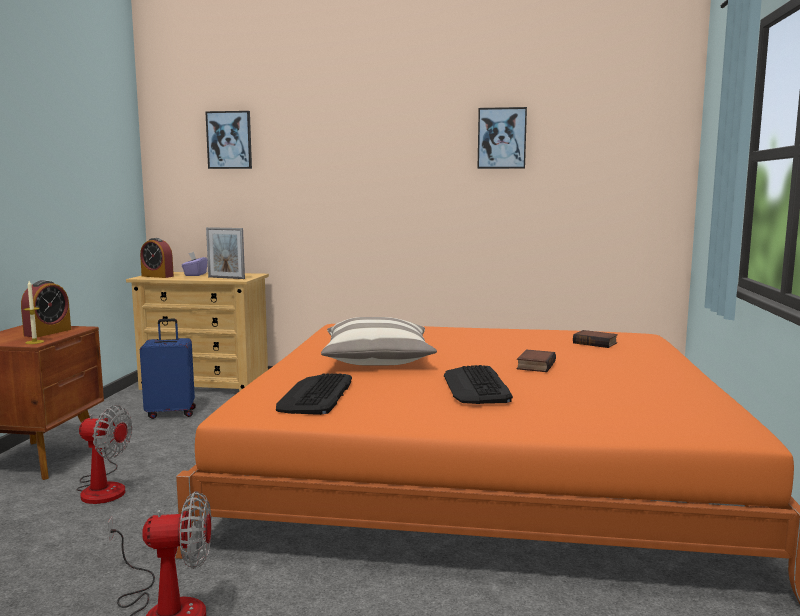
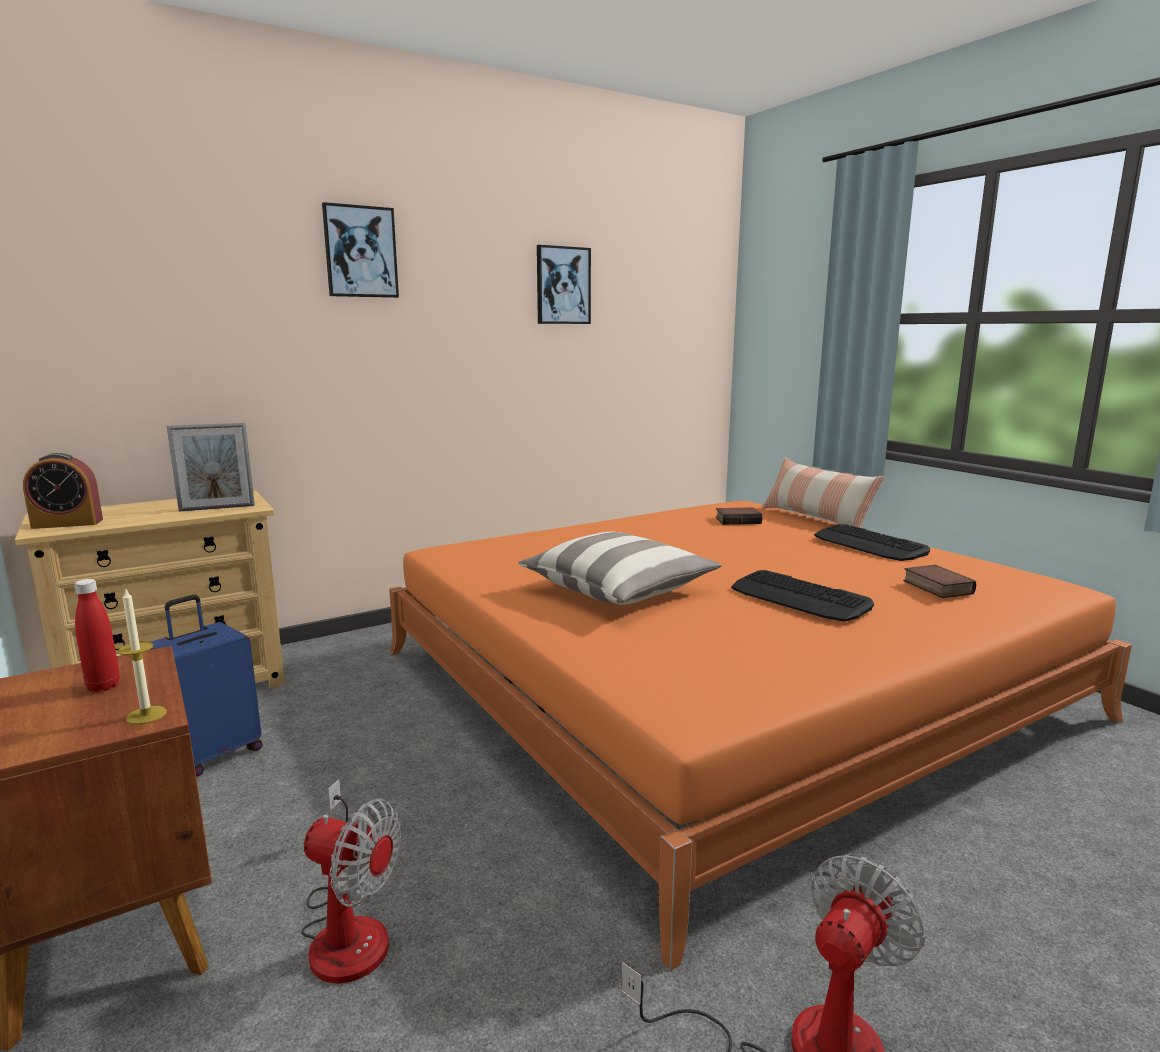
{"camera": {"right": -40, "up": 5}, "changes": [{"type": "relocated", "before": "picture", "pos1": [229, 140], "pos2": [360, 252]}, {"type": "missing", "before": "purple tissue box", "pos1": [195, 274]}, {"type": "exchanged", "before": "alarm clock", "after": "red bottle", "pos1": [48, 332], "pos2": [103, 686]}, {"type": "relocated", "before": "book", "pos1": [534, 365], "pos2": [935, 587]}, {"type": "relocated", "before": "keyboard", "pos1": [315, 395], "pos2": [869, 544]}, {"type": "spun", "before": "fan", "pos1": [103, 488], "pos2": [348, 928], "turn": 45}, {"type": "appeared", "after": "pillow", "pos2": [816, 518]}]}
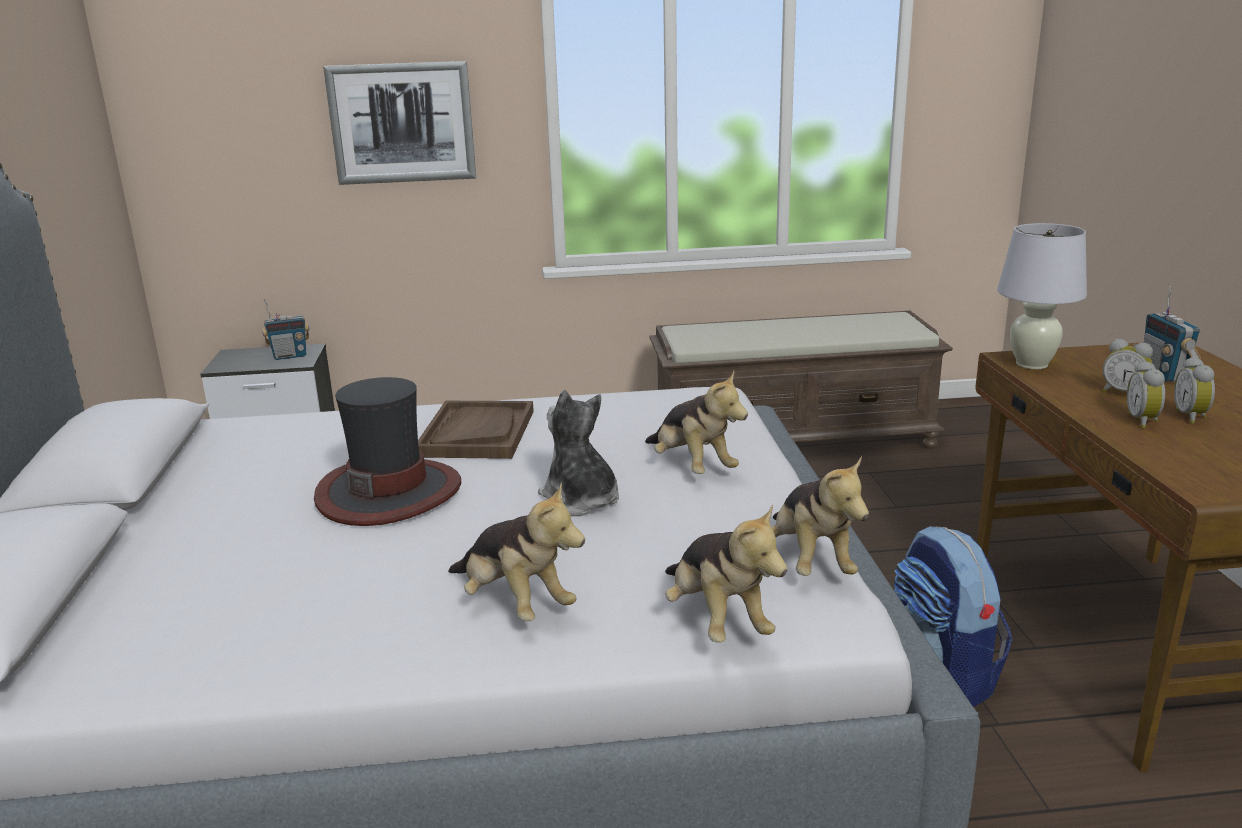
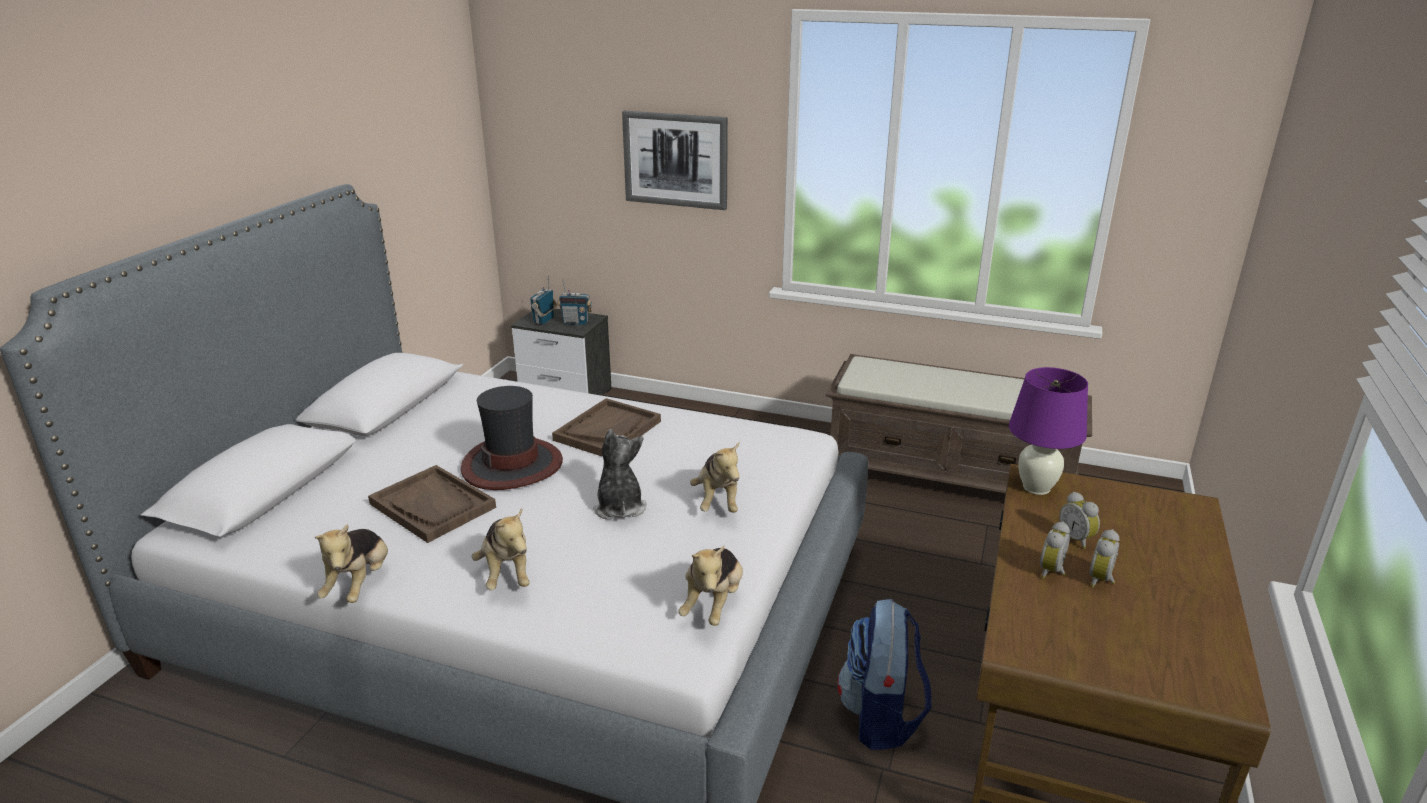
{"camera": {"right": 25, "up": 5}, "changes": [{"type": "colour", "before": "white table lamp", "after": "purple table lamp", "pos1": [1032, 364], "pos2": [1036, 488]}, {"type": "relocated", "before": "radio", "pos1": [1164, 375], "pos2": [544, 320]}, {"type": "relocated", "before": "plush toy", "pos1": [717, 620], "pos2": [360, 584]}, {"type": "appeared", "after": "brown tray", "pos2": [433, 506]}]}
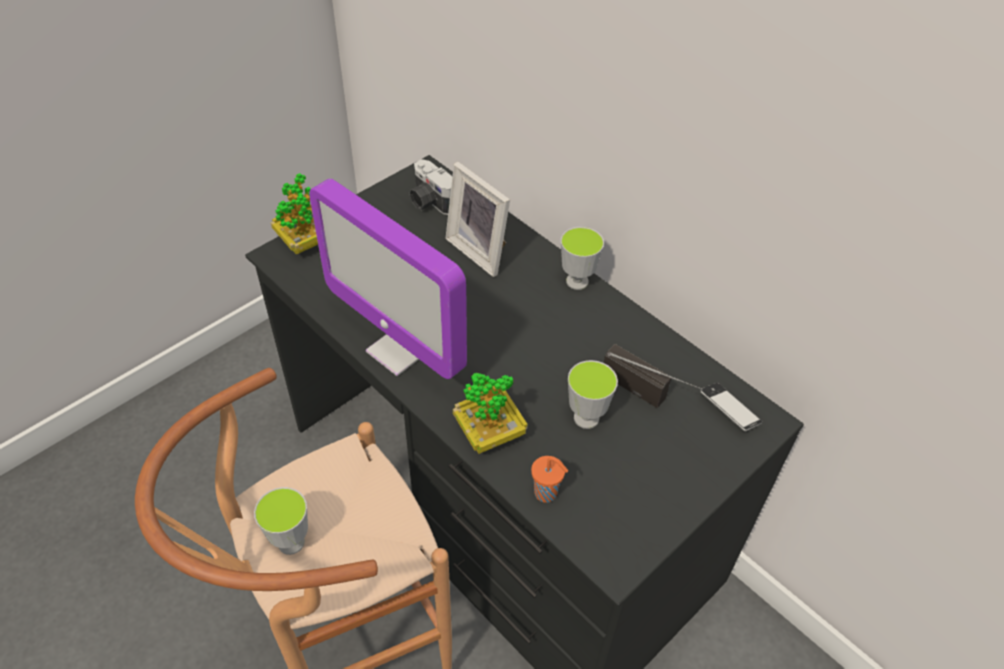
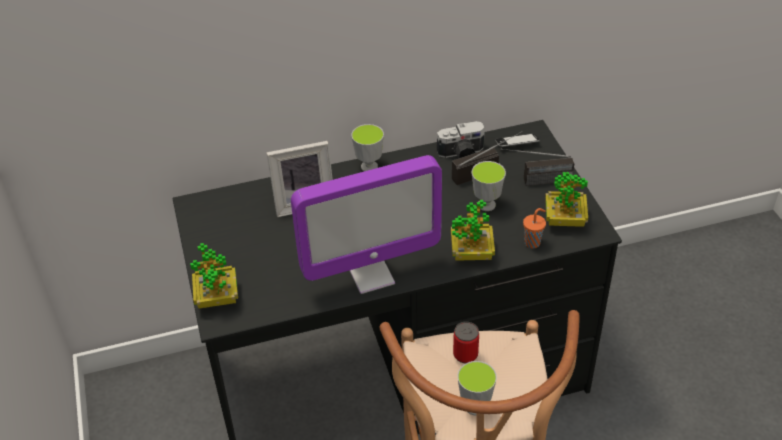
{"camera": {"right": -60, "up": -5}, "changes": [{"type": "relocated", "before": "photo camera", "pos1": [430, 202], "pos2": [462, 154]}, {"type": "appeared", "after": "radio", "pos2": [535, 182]}, {"type": "appeared", "after": "potted plant", "pos2": [564, 220]}, {"type": "appeared", "after": "can", "pos2": [465, 354]}]}
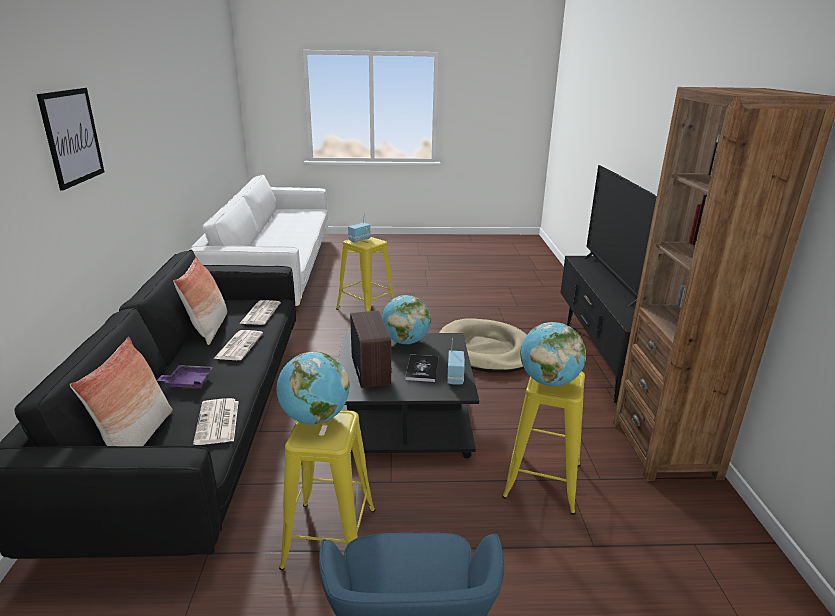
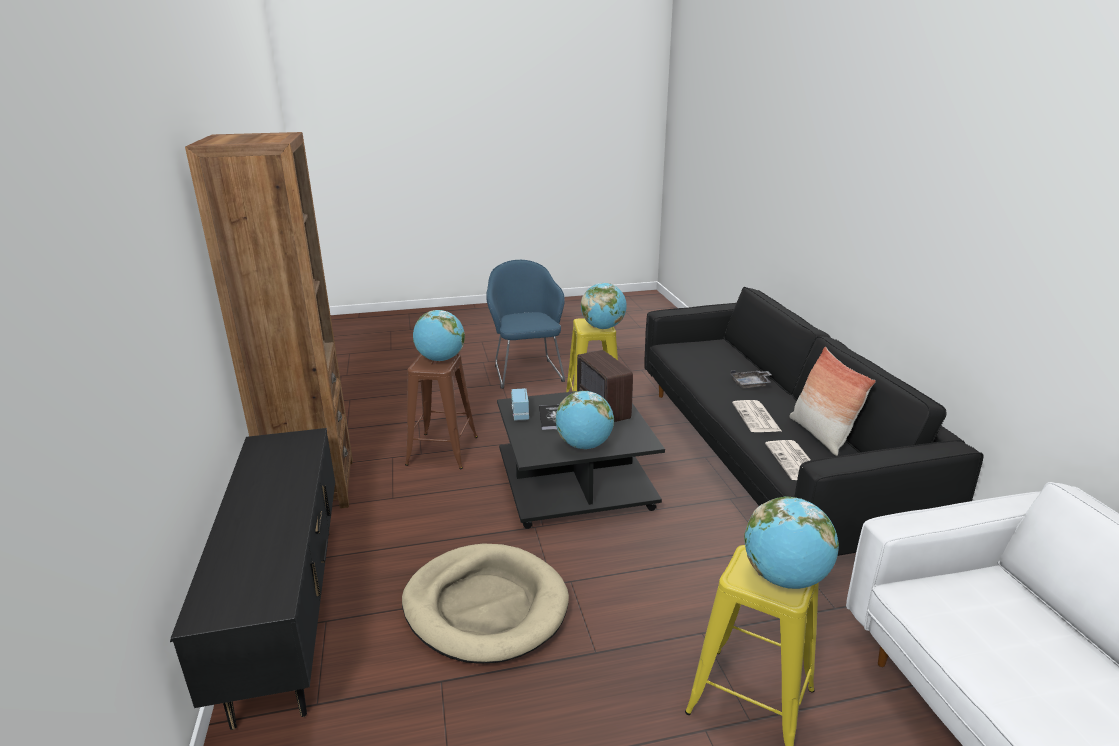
{"camera": {"right": 170, "up": 0}, "changes": [{"type": "missing", "before": "picture", "pos1": [72, 137]}, {"type": "missing", "before": "television", "pos1": [612, 279]}, {"type": "exchanged", "before": "radio", "after": "globe", "pos1": [359, 240], "pos2": [785, 578]}, {"type": "missing", "before": "pillow", "pos1": [138, 438]}, {"type": "colour", "before": "purple tray", "after": "grey tray", "pos1": [188, 382], "pos2": [751, 384]}, {"type": "colour", "before": "yellow stool", "after": "brown stool", "pos1": [542, 480], "pos2": [442, 450]}, {"type": "missing", "before": "newspaper", "pos1": [218, 422]}]}
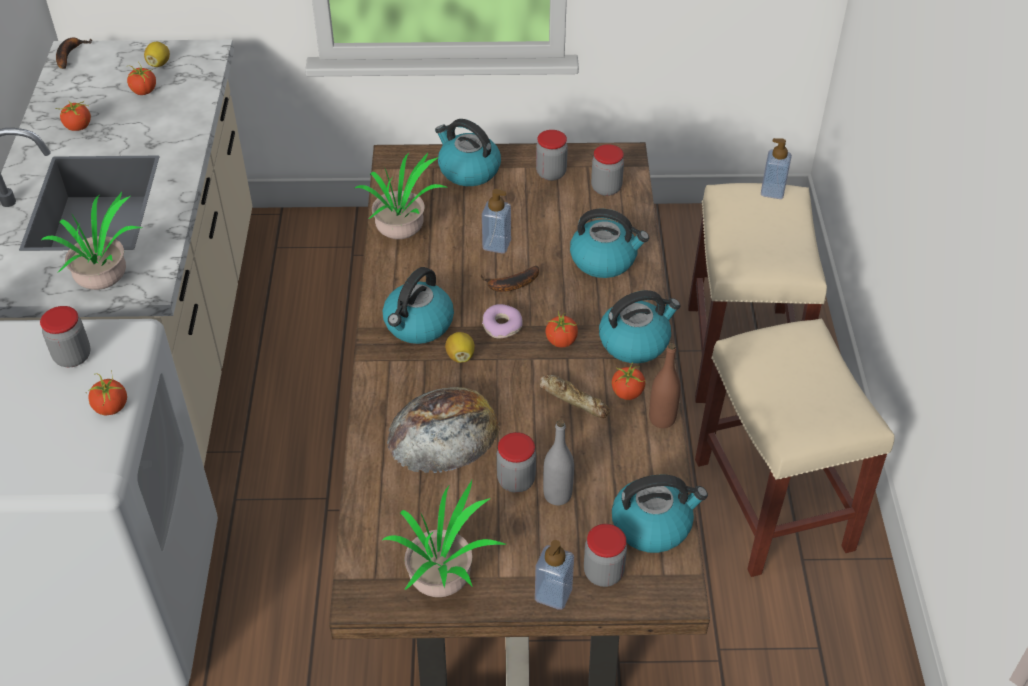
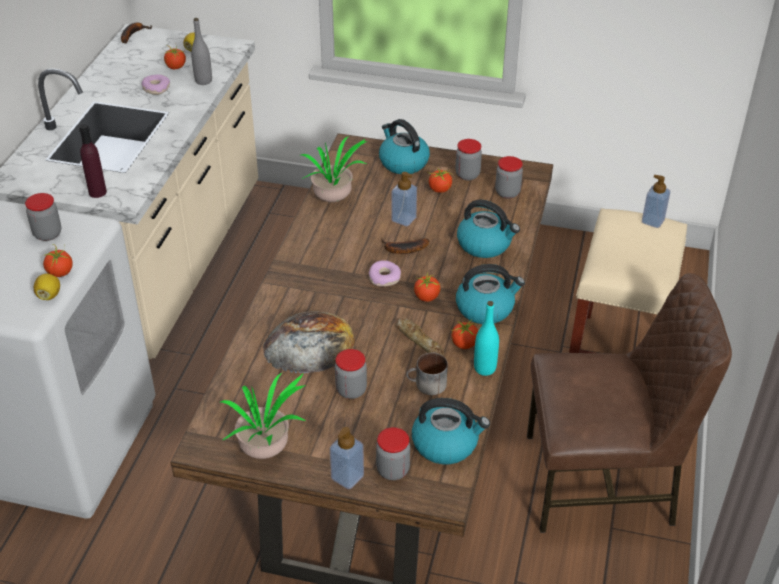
{"camera": {"right": 15, "up": -5}, "changes": [{"type": "relocated", "before": "tomato", "pos1": [78, 127], "pos2": [439, 189]}, {"type": "exchanged", "before": "potted plant", "after": "purple bottle", "pos1": [108, 282], "pos2": [97, 192]}, {"type": "missing", "before": "kettle", "pos1": [418, 325]}, {"type": "exchanged", "before": "beige stool", "after": "brown chair", "pos1": [774, 506], "pos2": [602, 481]}, {"type": "relocated", "before": "lemon", "pos1": [460, 356], "pos2": [49, 295]}, {"type": "colour", "before": "brown bottle", "after": "turquoise bottle", "pos1": [662, 419], "pos2": [485, 368]}, {"type": "relocated", "before": "grey bottle", "pos1": [557, 495], "pos2": [203, 81]}, {"type": "appeared", "after": "donut", "pos2": [156, 88]}, {"type": "appeared", "after": "mug", "pos2": [427, 385]}]}
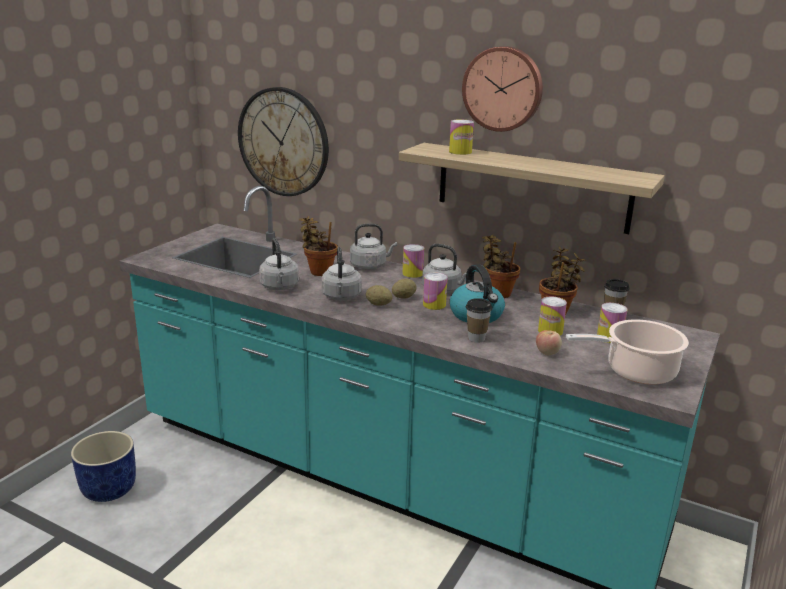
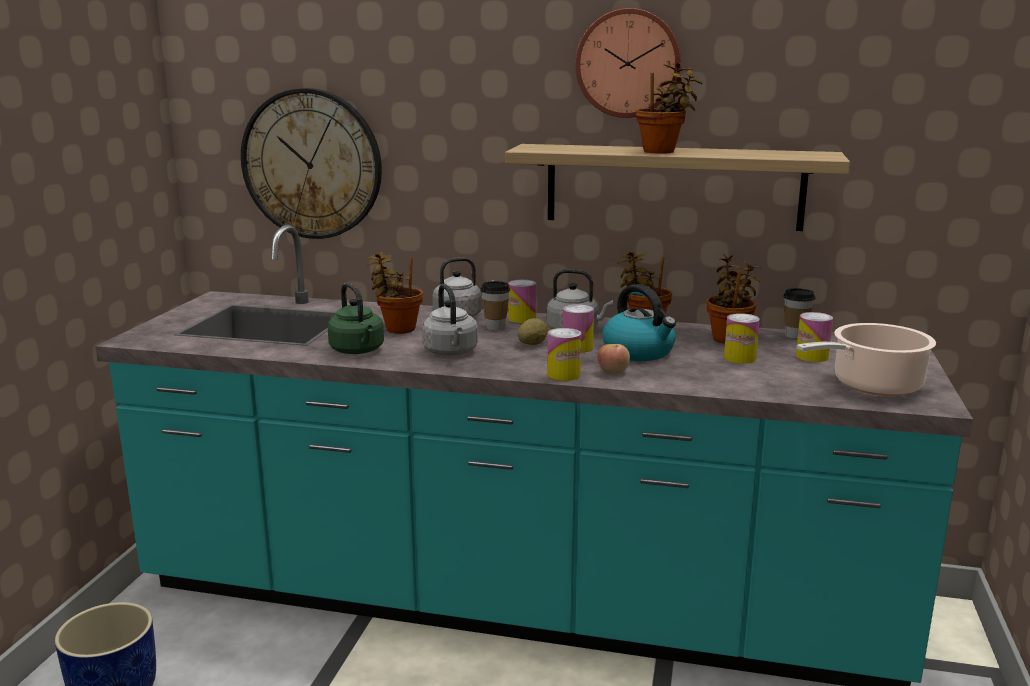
{"camera": {"right": -15, "up": -5}, "changes": [{"type": "relocated", "before": "can", "pos1": [460, 152], "pos2": [563, 375]}, {"type": "colour", "before": "grey kettle", "after": "green kettle", "pos1": [280, 287], "pos2": [358, 351]}, {"type": "missing", "before": "potato", "pos1": [378, 304]}, {"type": "relocated", "before": "cup", "pos1": [476, 338], "pos2": [495, 327]}, {"type": "relocated", "before": "apple", "pos1": [547, 352], "pos2": [613, 372]}, {"type": "appeared", "after": "potted plant", "pos2": [663, 151]}]}
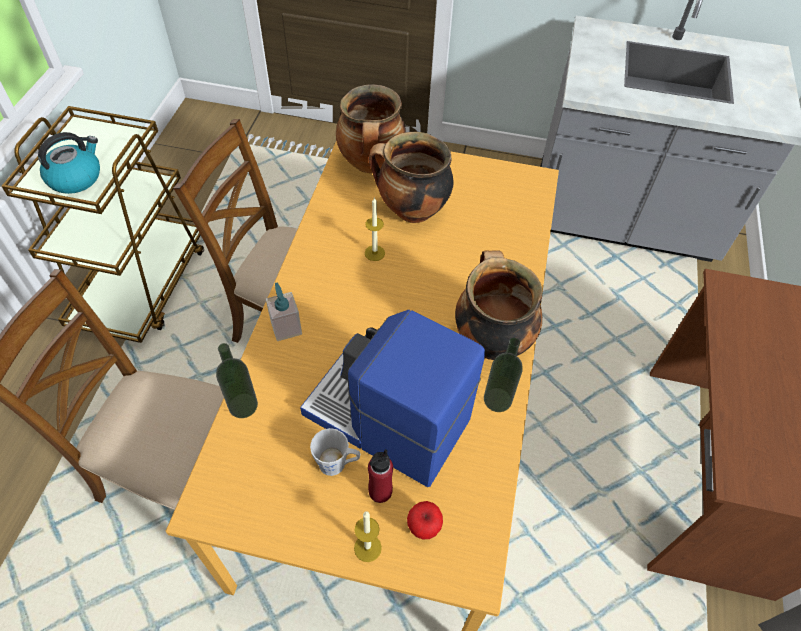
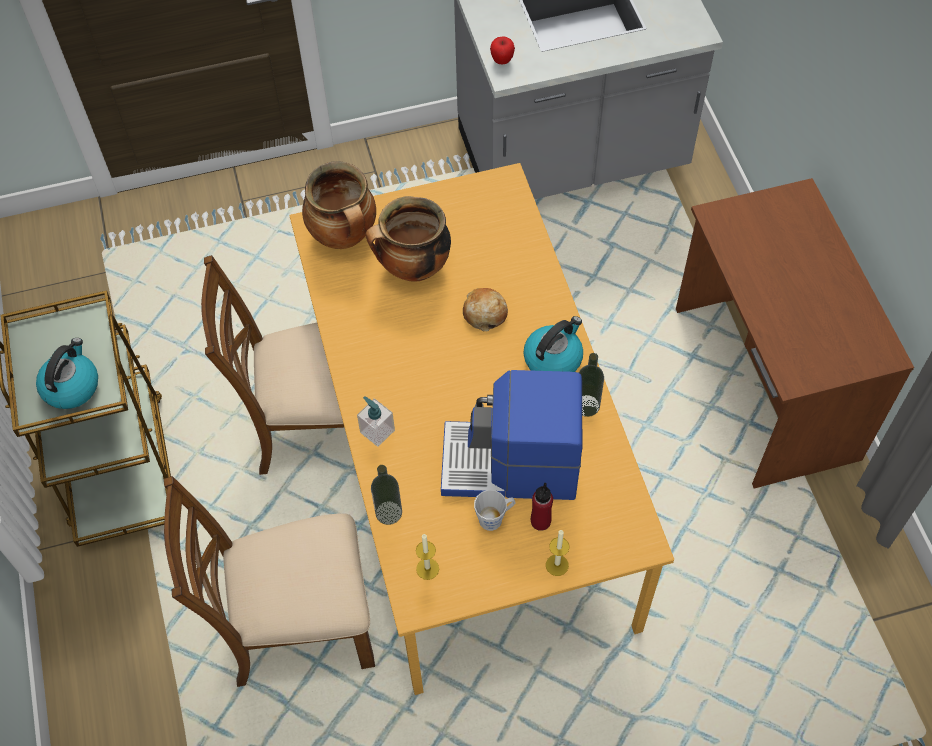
{"camera": {"right": -25, "up": 5}, "changes": [{"type": "relocated", "before": "candle", "pos1": [374, 253], "pos2": [427, 569]}, {"type": "exchanged", "before": "cooking pot", "after": "kettle", "pos1": [490, 340], "pos2": [553, 358]}, {"type": "relocated", "before": "apple", "pos1": [423, 528], "pos2": [502, 60]}, {"type": "appeared", "after": "bread", "pos2": [485, 313]}]}
